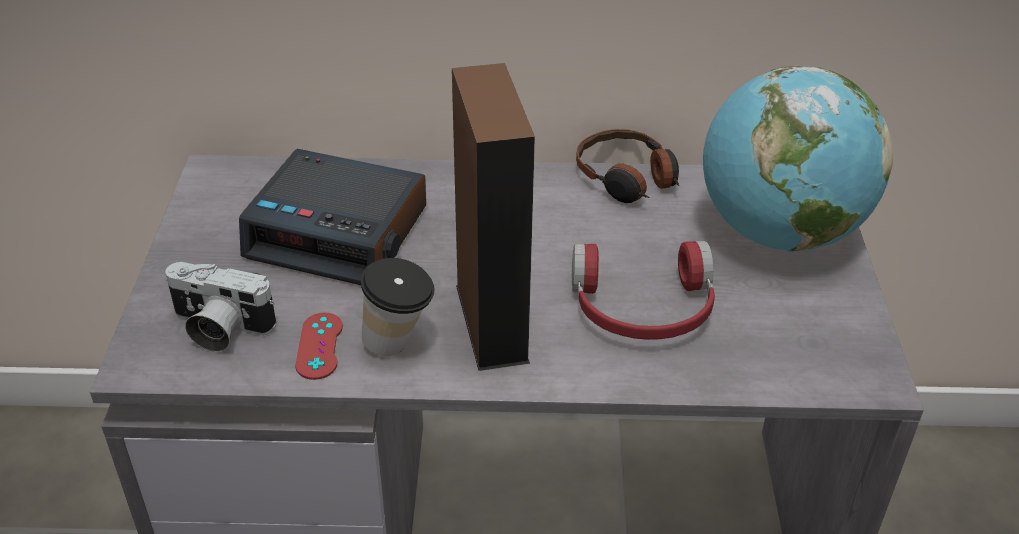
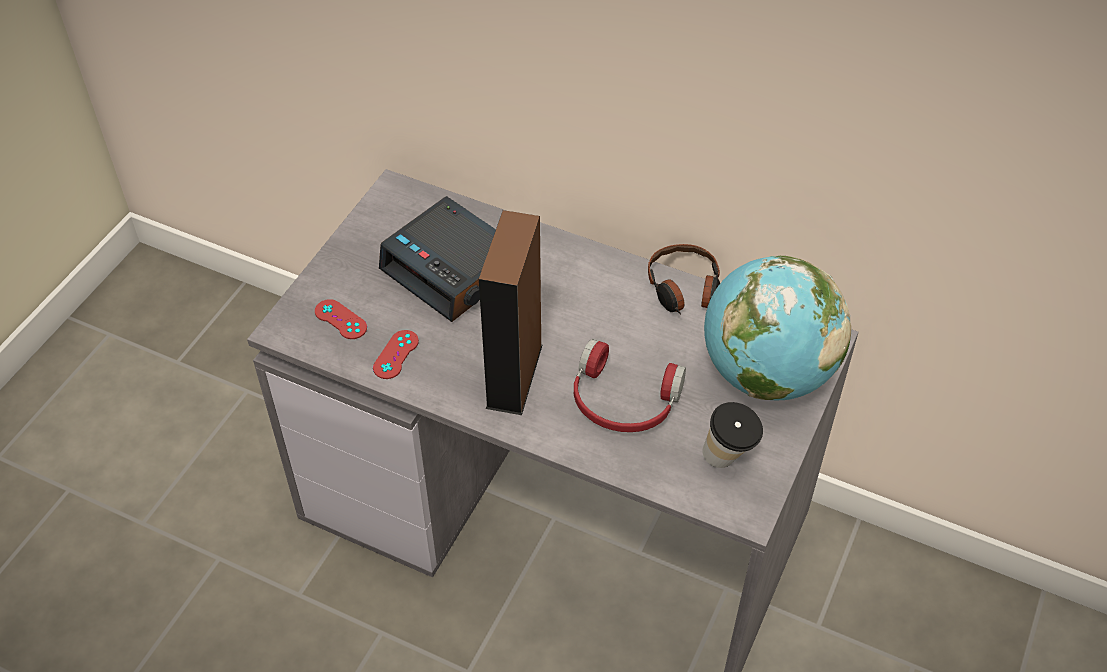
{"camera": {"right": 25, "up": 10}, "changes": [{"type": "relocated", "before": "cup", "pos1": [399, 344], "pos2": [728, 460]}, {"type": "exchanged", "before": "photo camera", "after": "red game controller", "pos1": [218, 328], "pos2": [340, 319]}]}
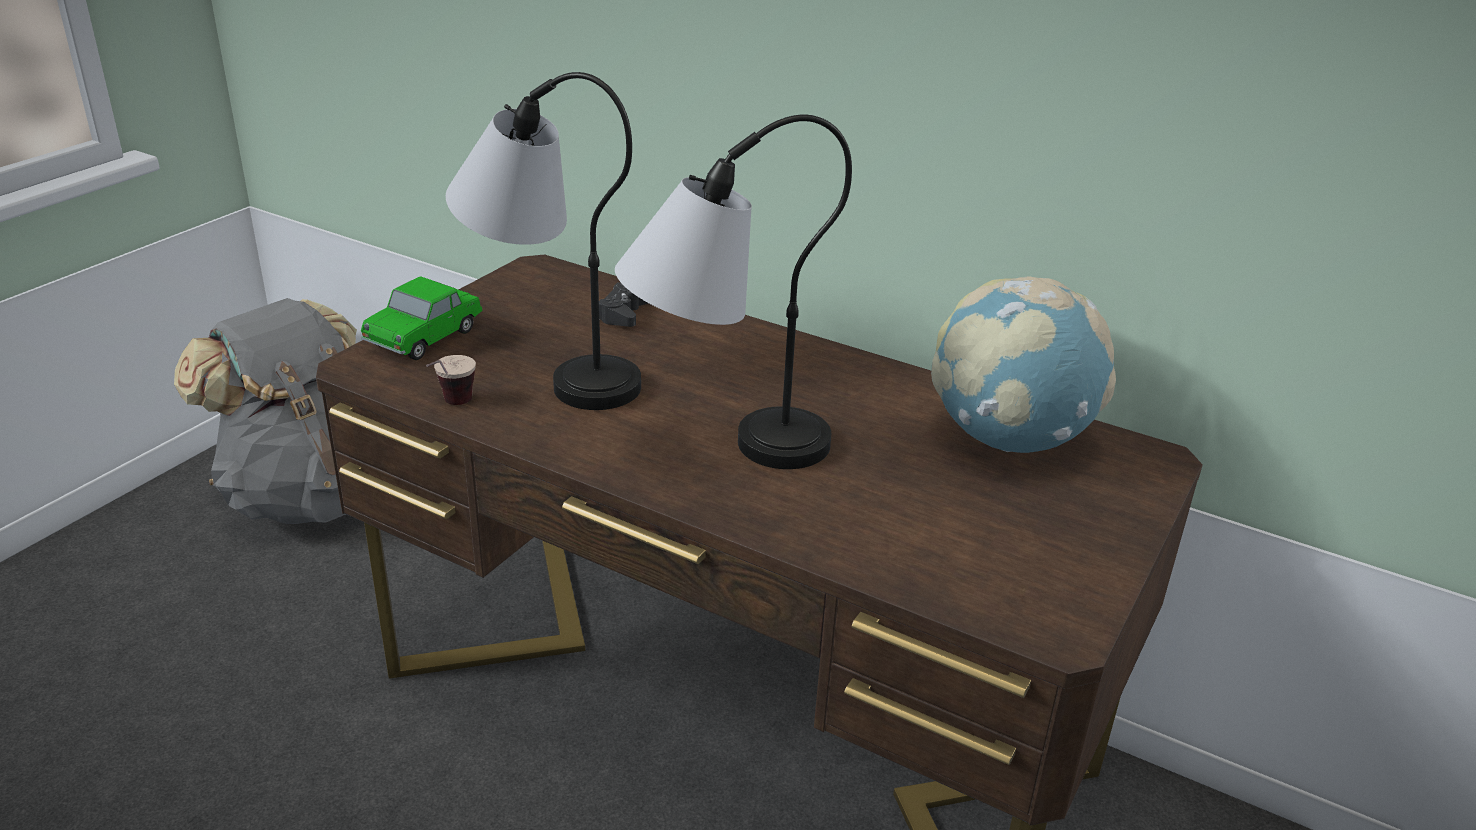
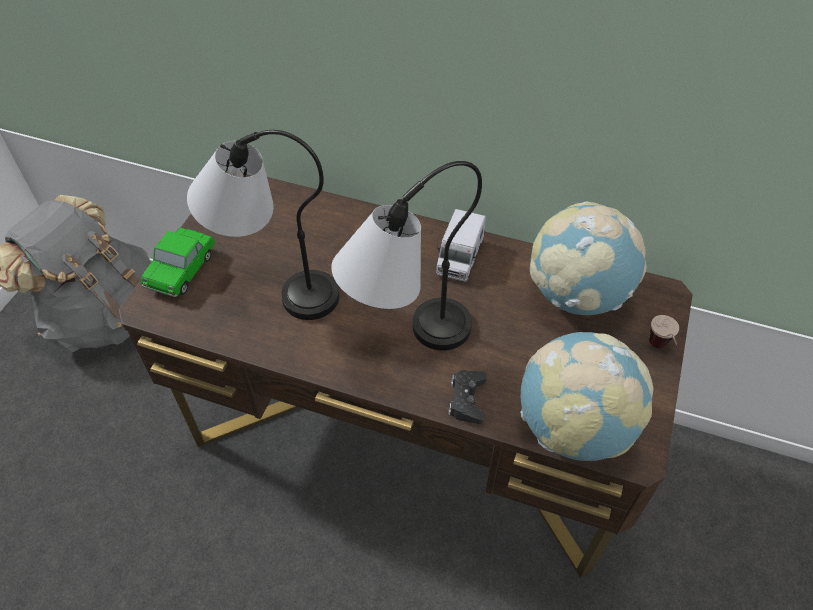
{"camera": {"right": -10, "up": 20}, "changes": [{"type": "relocated", "before": "black game controller", "pos1": [626, 313], "pos2": [467, 399]}, {"type": "relocated", "before": "cup", "pos1": [451, 407], "pos2": [659, 350]}, {"type": "appeared", "after": "toy truck", "pos2": [459, 257]}, {"type": "appeared", "after": "globe", "pos2": [573, 427]}]}
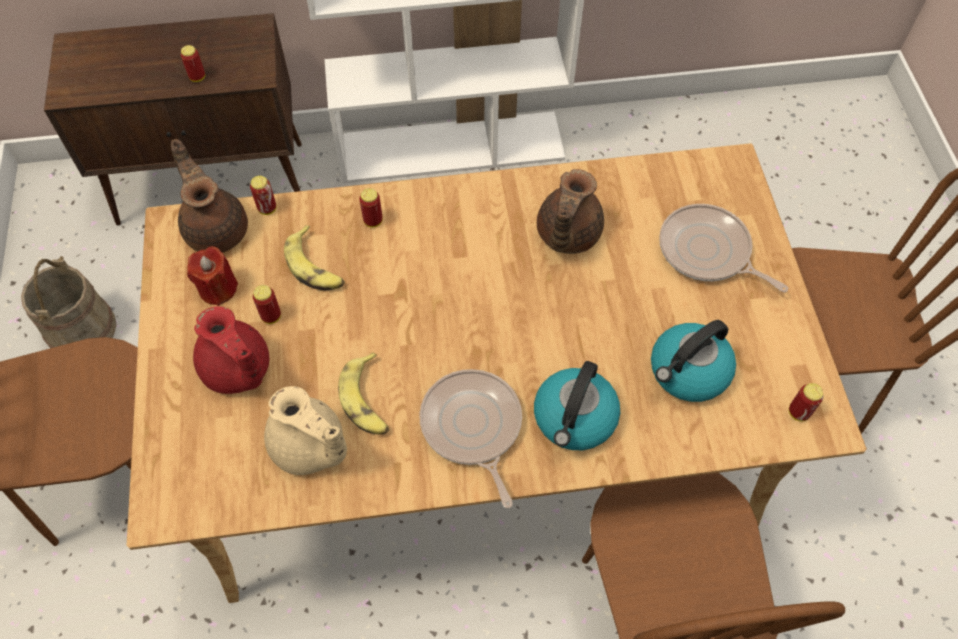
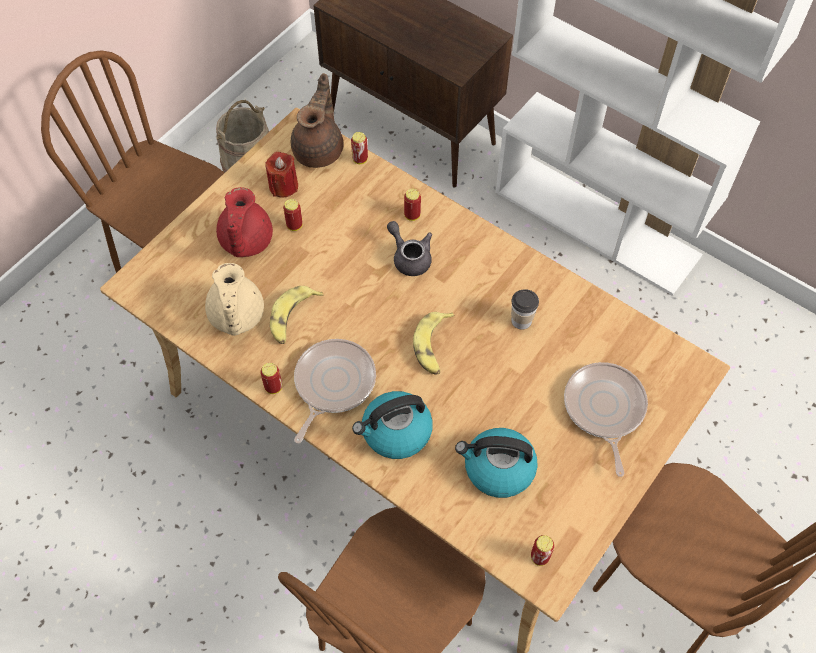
{"camera": {"right": 45, "up": 0}, "changes": [{"type": "relocated", "before": "can", "pos1": [197, 77], "pos2": [273, 387]}, {"type": "exchanged", "before": "brown teapot", "after": "cup", "pos1": [566, 235], "pos2": [521, 321]}, {"type": "relocated", "before": "banana", "pos1": [315, 267], "pos2": [433, 346]}, {"type": "appeared", "after": "grey teapot", "pos2": [409, 257]}]}
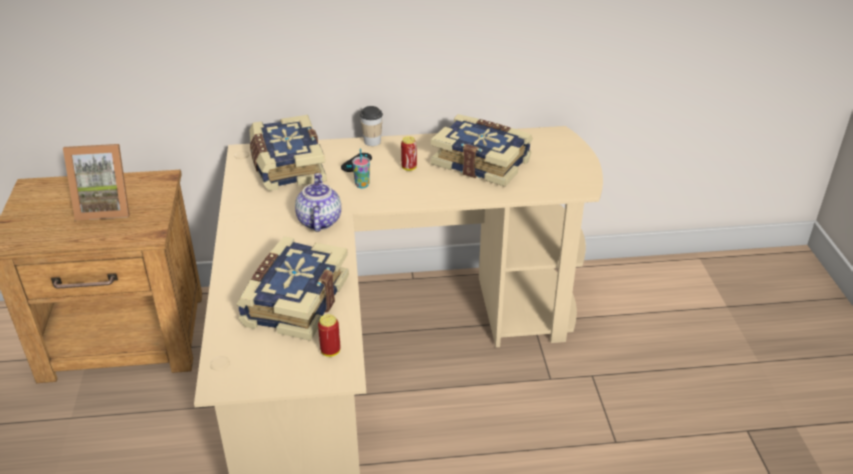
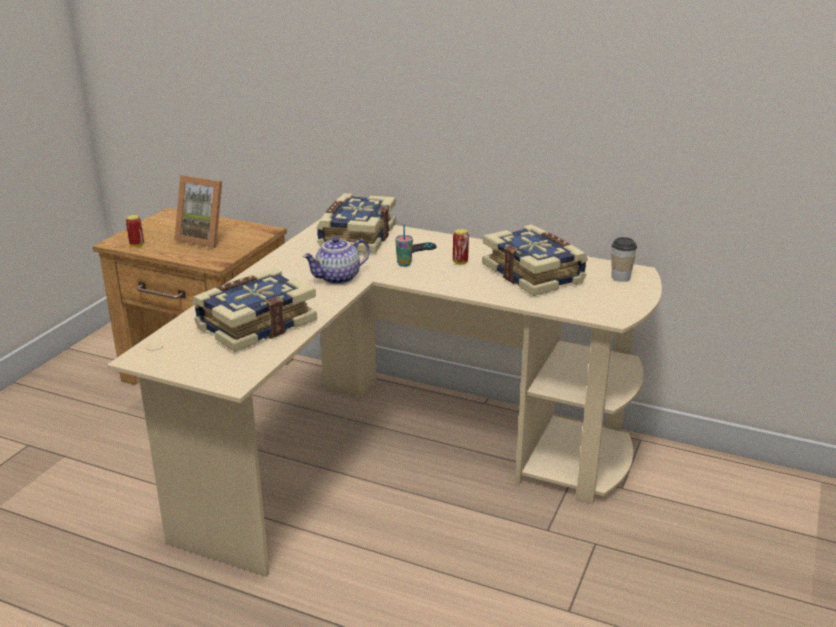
{"camera": {"right": 30, "up": -10}, "changes": [{"type": "relocated", "before": "cup", "pos1": [372, 141], "pos2": [620, 277]}, {"type": "spun", "before": "teapot", "pos1": [318, 221], "pos2": [338, 278], "turn": -150}, {"type": "relocated", "before": "can", "pos1": [330, 351], "pos2": [137, 245]}]}
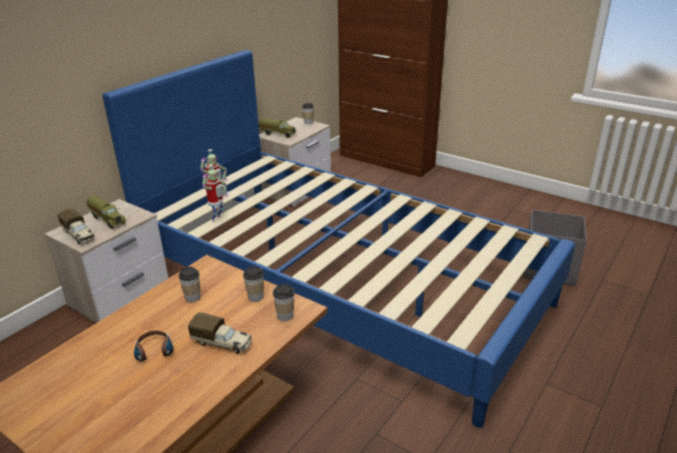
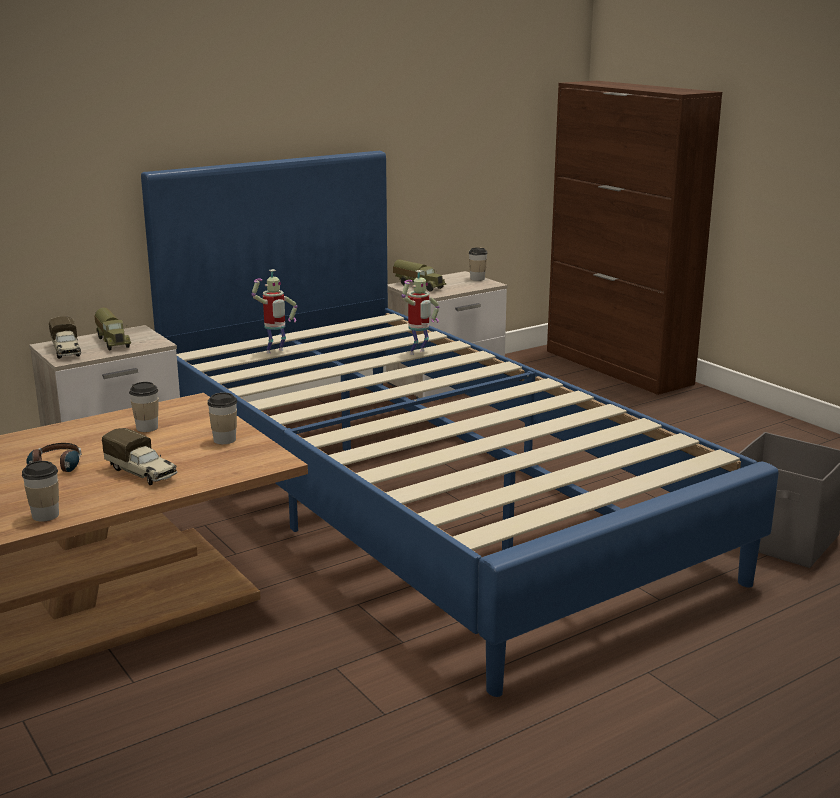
{"camera": {"right": 20, "up": -10}, "changes": [{"type": "relocated", "before": "toy robot", "pos1": [217, 219], "pos2": [418, 353]}, {"type": "relocated", "before": "cup", "pos1": [285, 316], "pos2": [45, 515]}]}
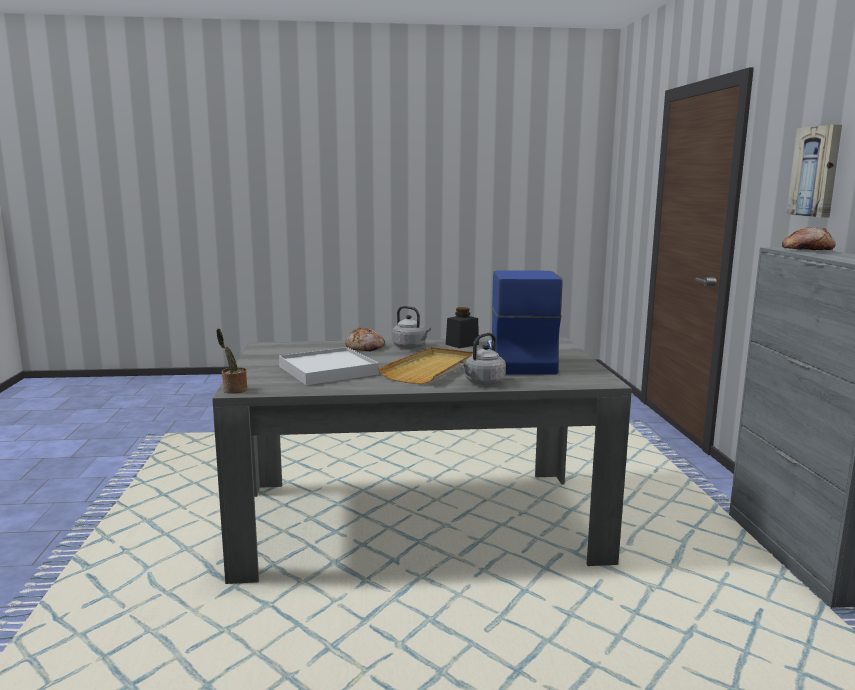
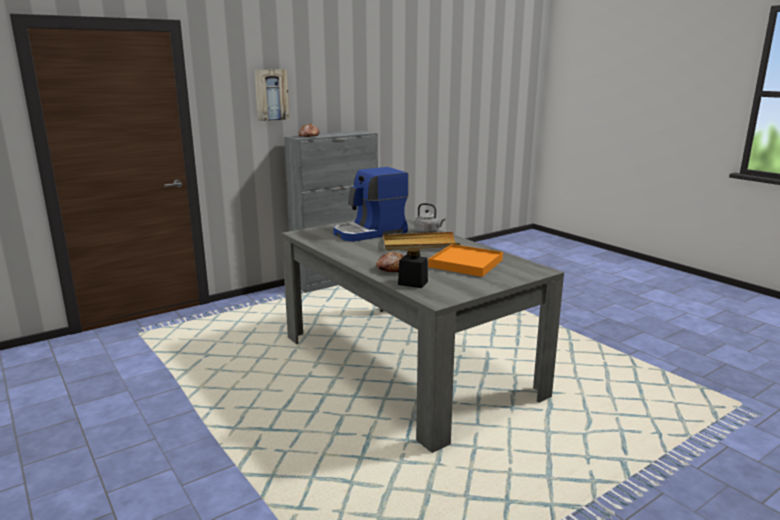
{"camera": {"right": -120, "up": 5}, "changes": [{"type": "missing", "before": "grey kettle", "pos1": [410, 347]}, {"type": "relocated", "before": "black jar", "pos1": [462, 344], "pos2": [413, 283]}, {"type": "missing", "before": "potted plant", "pos1": [233, 390]}, {"type": "colour", "before": "white tray", "after": "orange tray", "pos1": [327, 370], "pos2": [466, 263]}]}
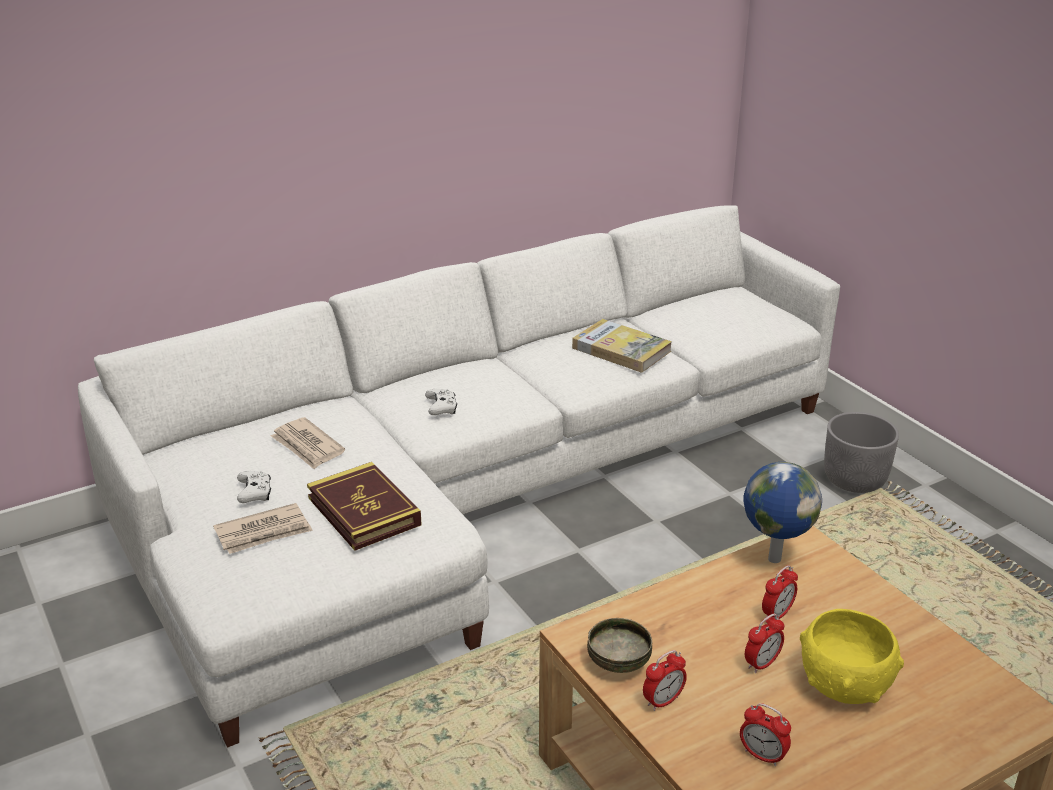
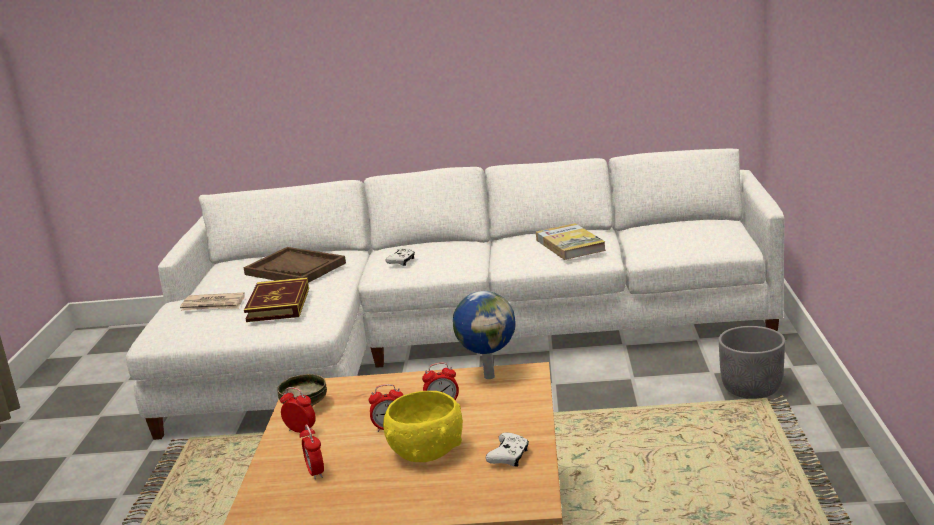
{"camera": {"right": 35, "up": -10}, "changes": [{"type": "exchanged", "before": "newspaper", "after": "brown tray", "pos1": [307, 446], "pos2": [295, 269]}, {"type": "relocated", "before": "white game controller", "pos1": [255, 493], "pos2": [509, 457]}, {"type": "spun", "before": "alarm clock", "pos1": [663, 701], "pos2": [300, 431], "turn": -150}]}
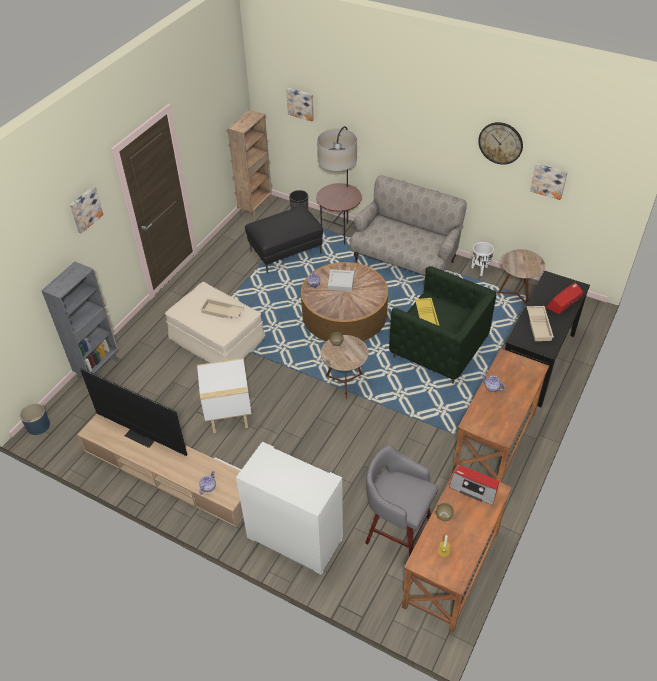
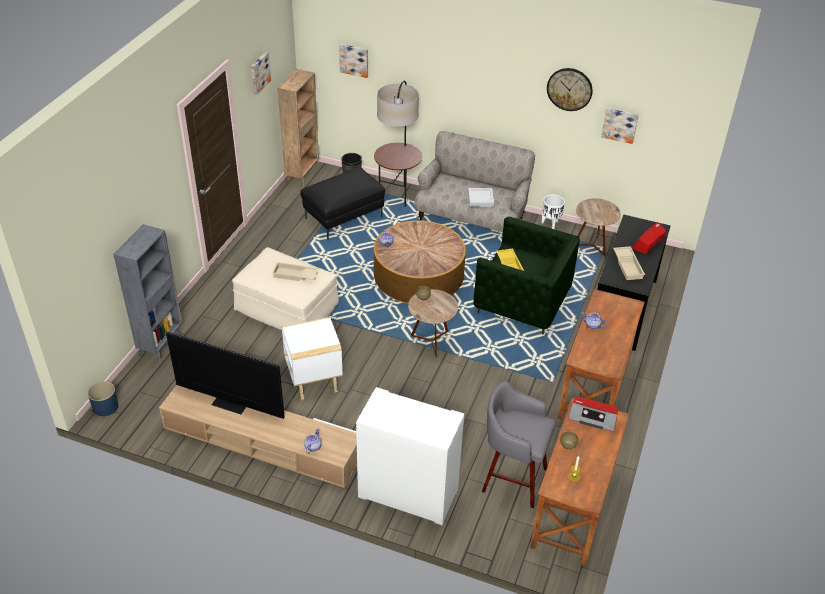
{"camera": {"right": -10, "up": -5}, "changes": [{"type": "relocated", "before": "picture", "pos1": [85, 209], "pos2": [259, 72]}, {"type": "relocated", "before": "grey tray", "pos1": [341, 282], "pos2": [480, 199]}]}
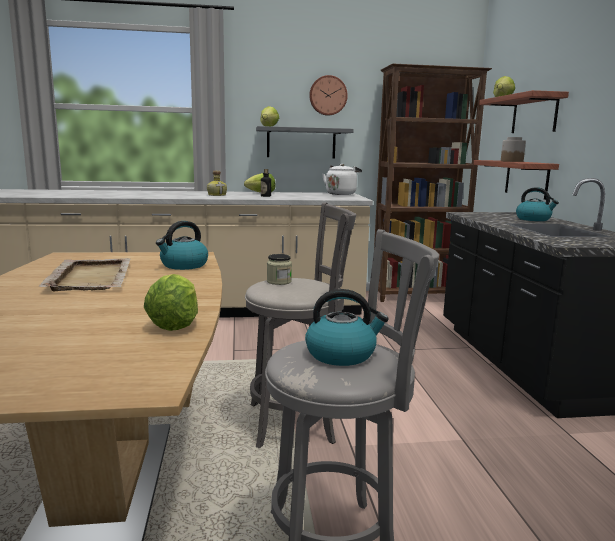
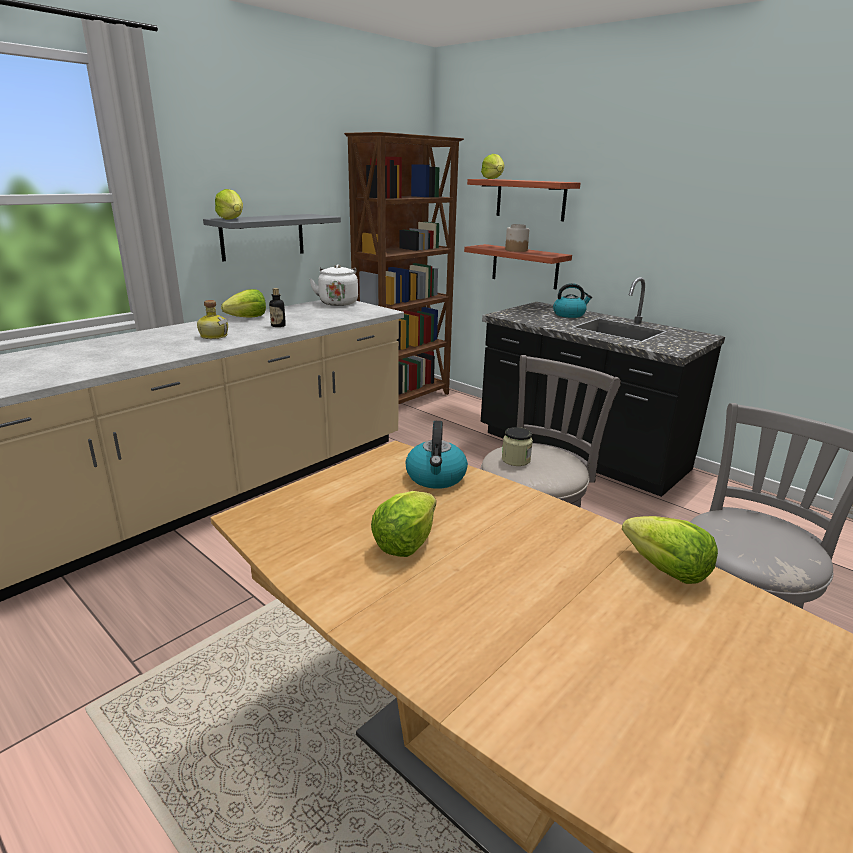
{"camera": {"right": -40, "up": 10}, "changes": [{"type": "missing", "before": "wall clock", "pos1": [328, 95]}, {"type": "exchanged", "before": "beige tray", "after": "lettuce", "pos1": [91, 277], "pos2": [405, 542]}, {"type": "missing", "before": "kettle", "pos1": [342, 354]}]}
